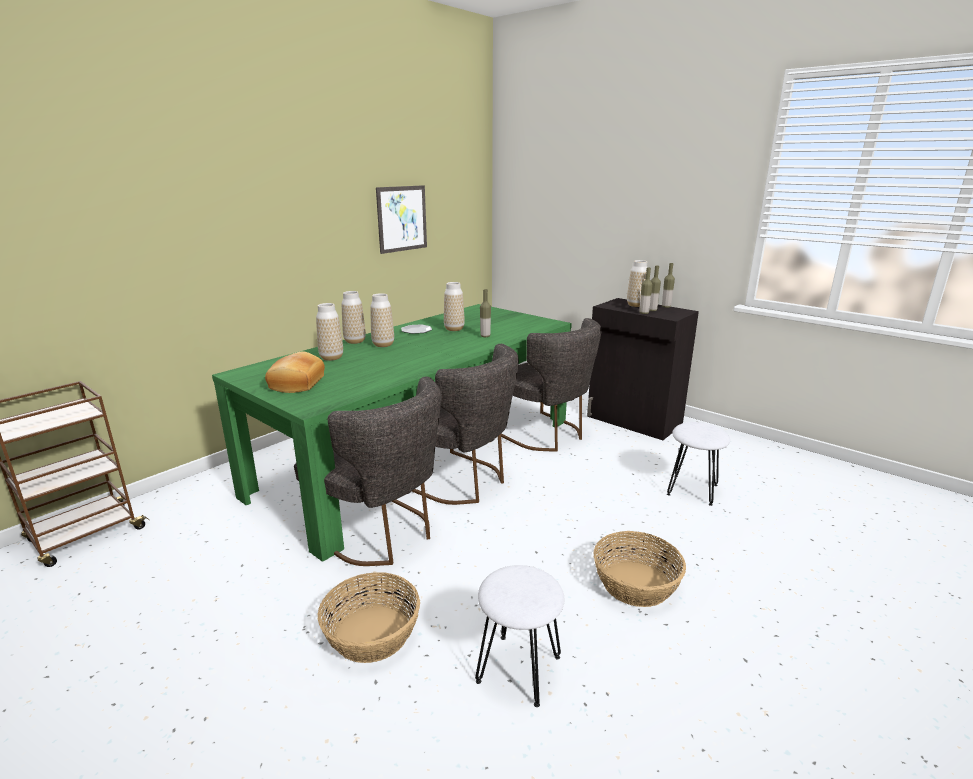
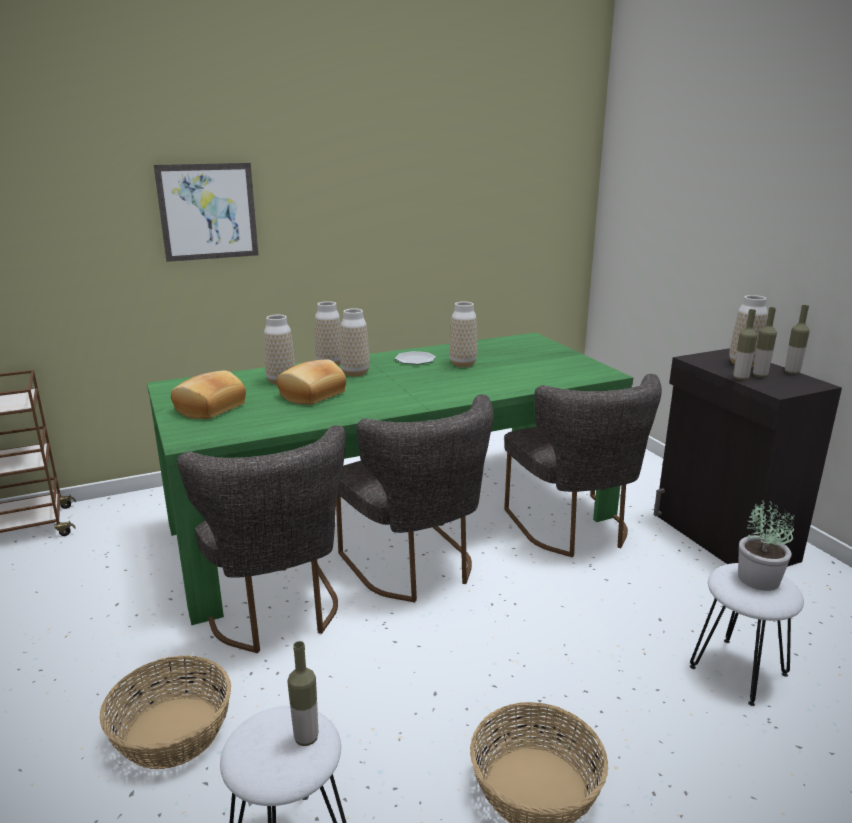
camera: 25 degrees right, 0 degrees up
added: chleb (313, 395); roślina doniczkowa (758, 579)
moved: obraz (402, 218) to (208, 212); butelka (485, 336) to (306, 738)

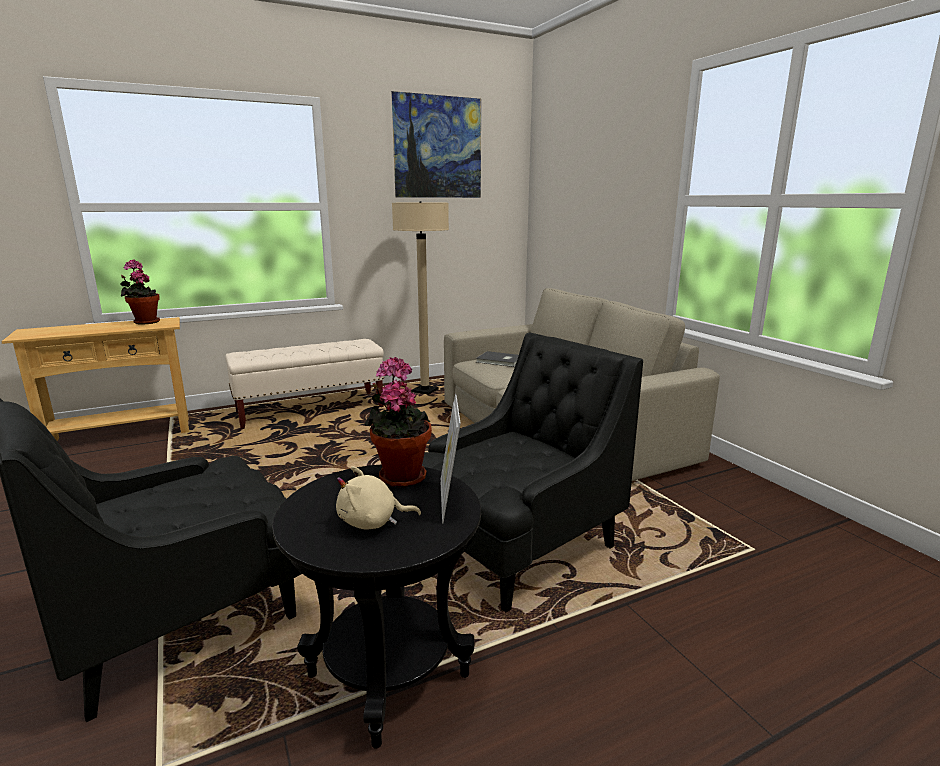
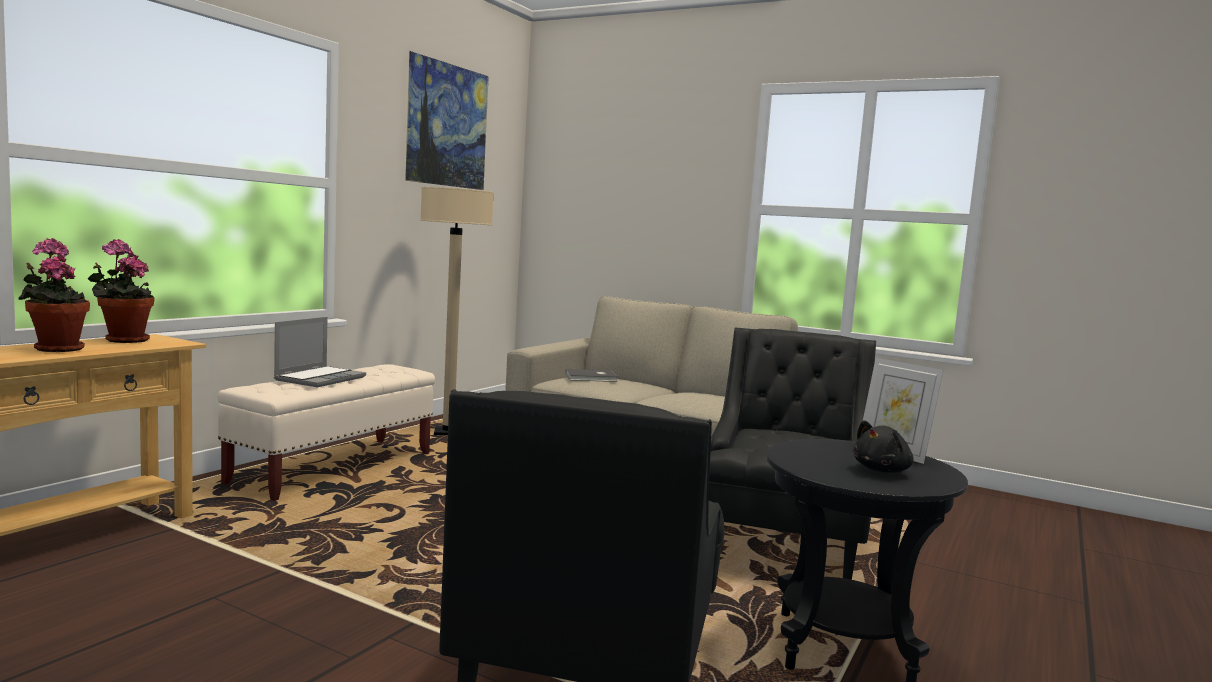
camera: 35 degrees left, 10 degrees down
added: laptop (320, 378)
moved: roślina doniczkowa (400, 476) to (56, 348)
recoloured: pluszak [beżowy] (372, 522) to pluszak [czarny] (883, 470)

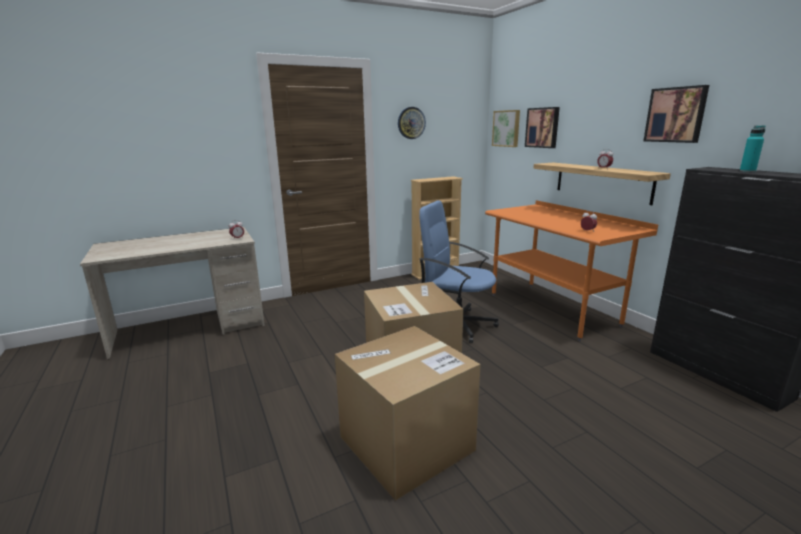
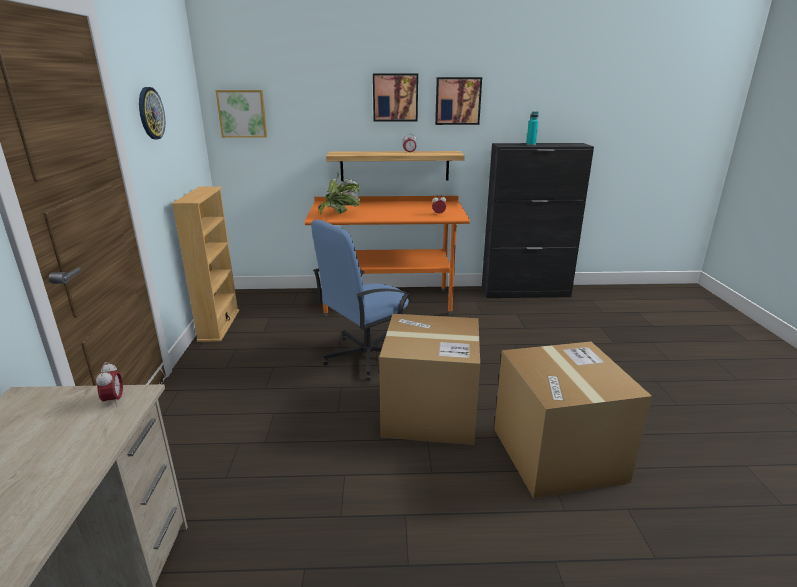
camera: 65 degrees left, 5 degrees up
added: roślina doniczkowa (340, 215)
moved: obraz (543, 127) to (395, 97)

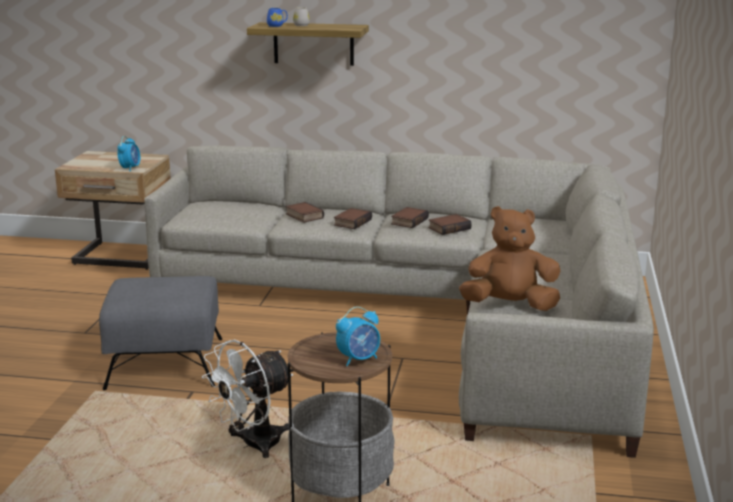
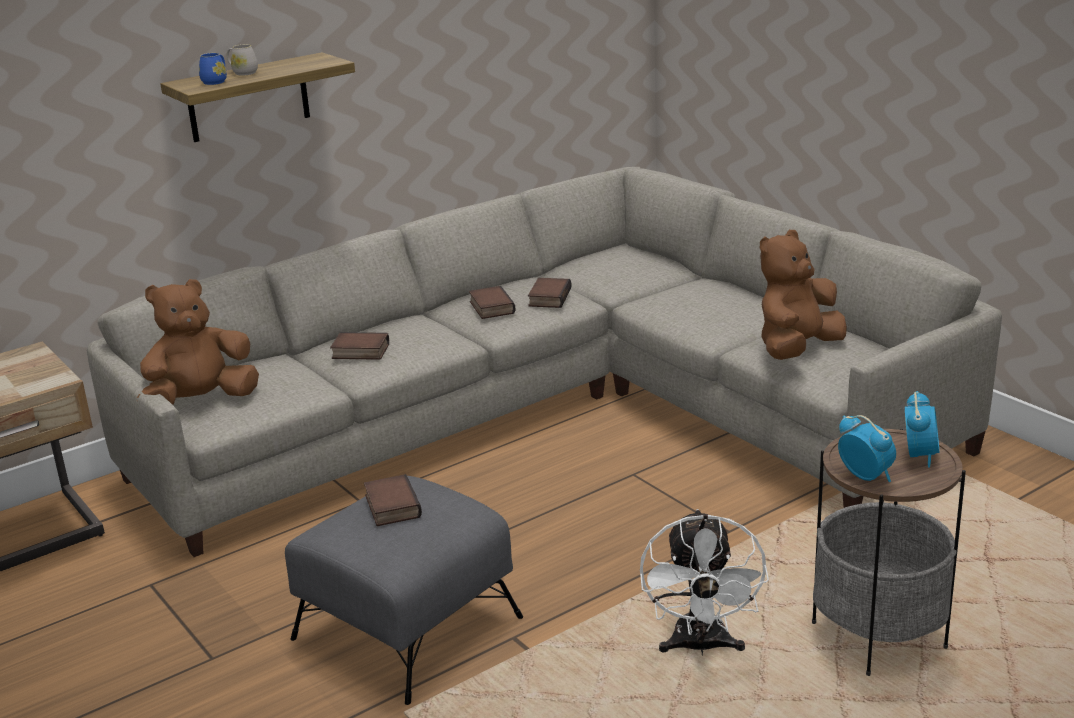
camera: 45 degrees left, 5 degrees up
added: pluszak [brązowy] (200, 402)
moved: budzik (130, 168) to (865, 476); książka (352, 222) to (390, 506)

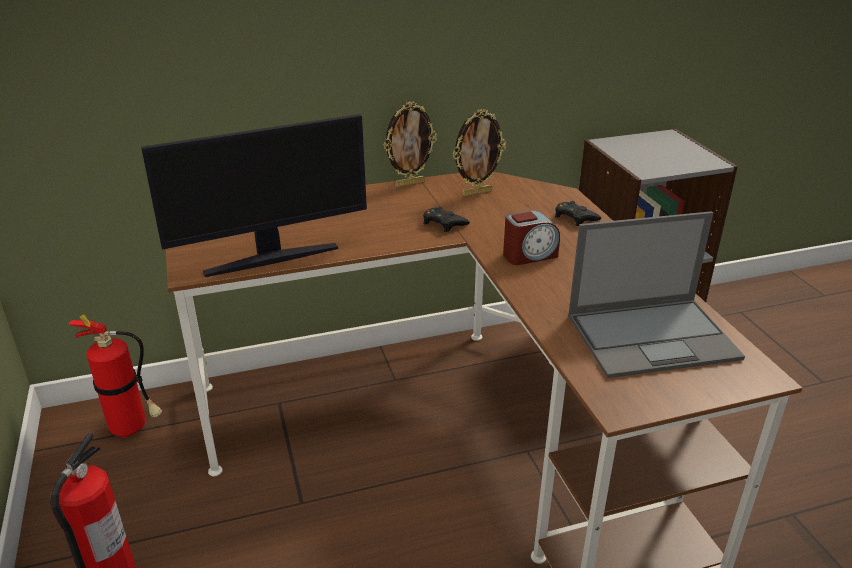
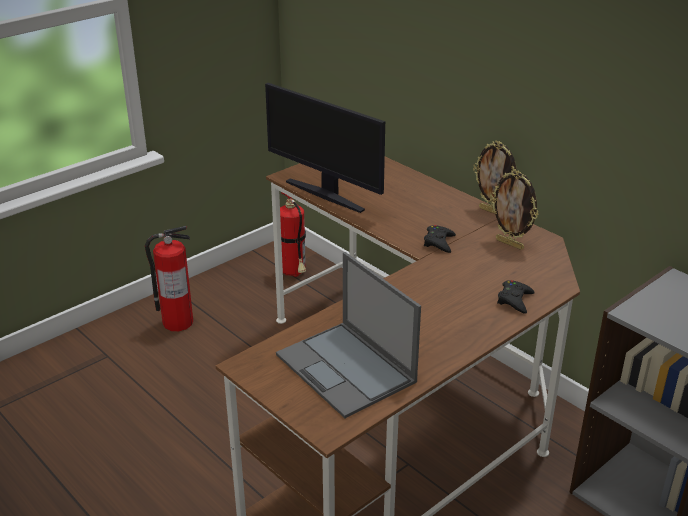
camera: 65 degrees right, 0 degrees up
removed: budzik (529, 255)

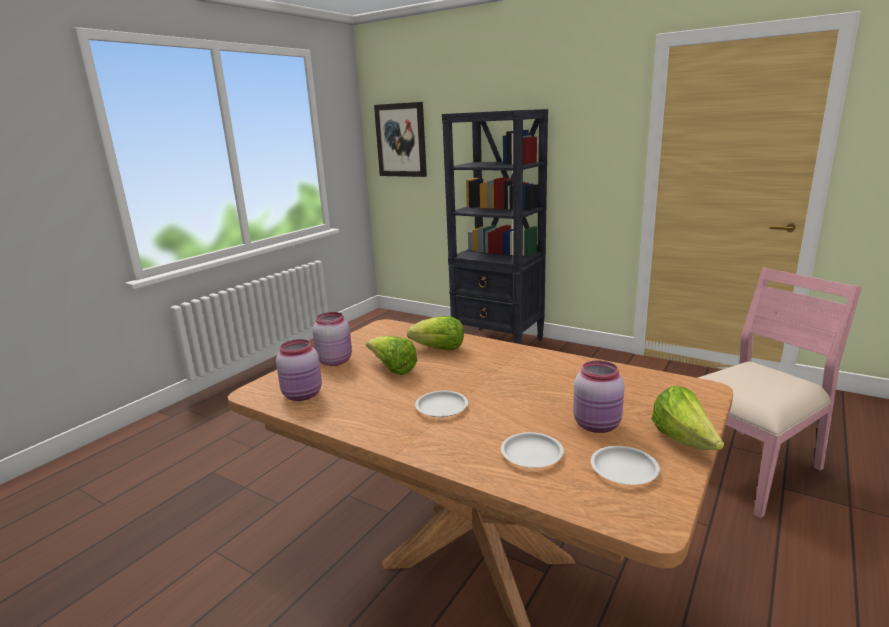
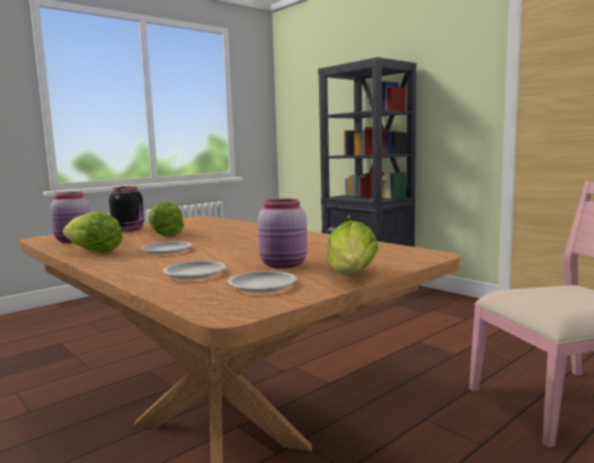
camera: 15 degrees right, 10 degrees down
removed: obraz (401, 140)
moved: sałata (439, 349) to (94, 252)
recoloured: słoik [różowy] (335, 360) to słoik [czarny] (129, 229)

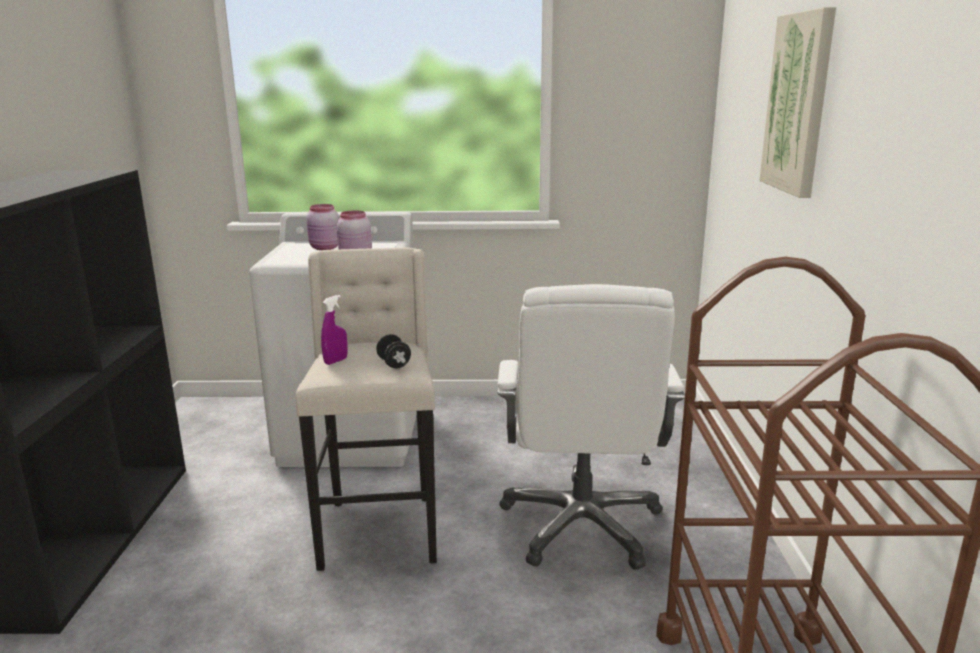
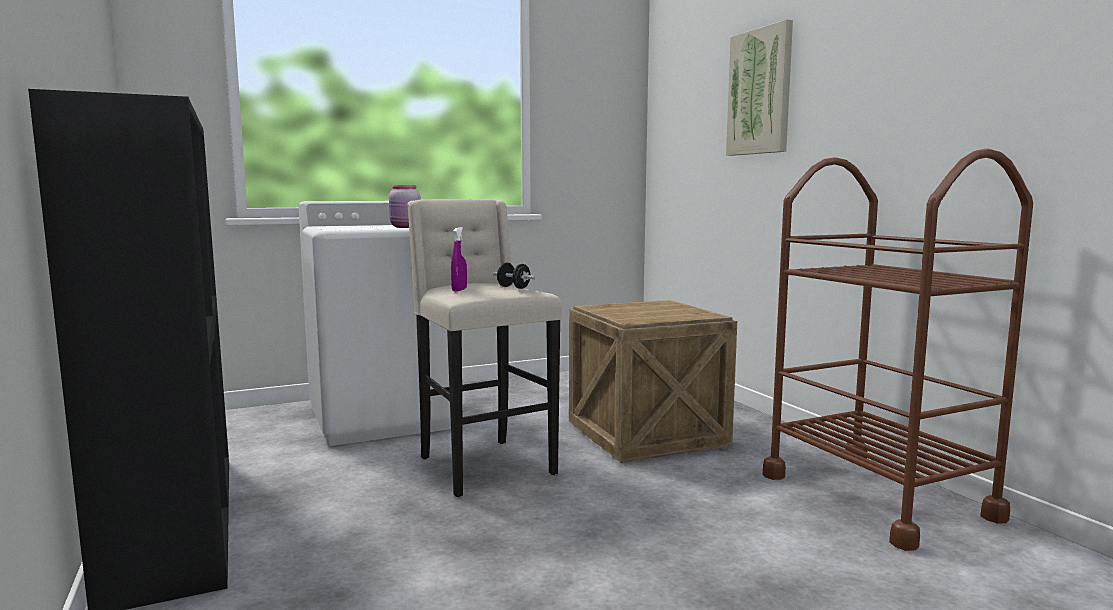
camera: 25 degrees left, 10 degrees down
removed: słoik [różowy] (324, 248)
replaced: krzesło biurowe [biały] (581, 525) to skrzynka (646, 435)

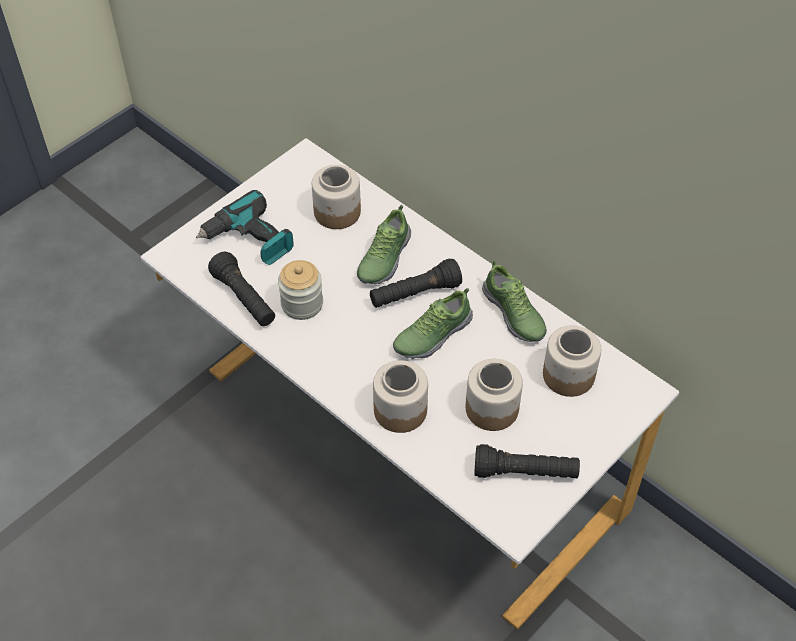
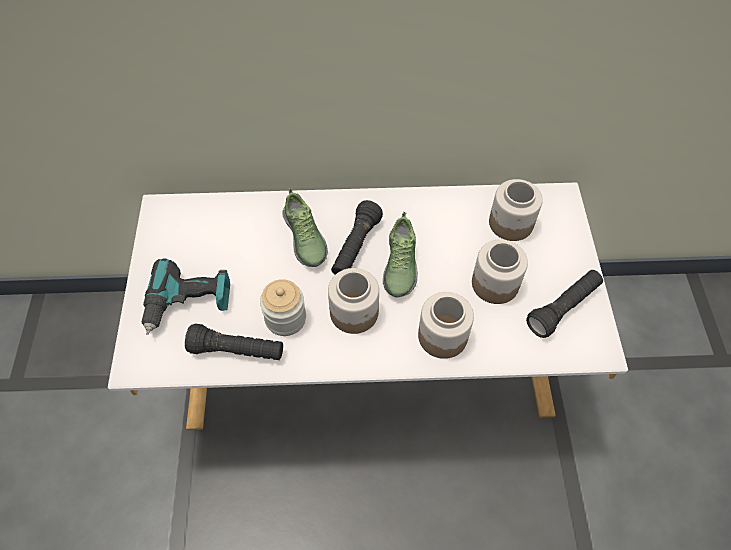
camera: 45 degrees left, 5 degrees up
removed: but (514, 314)
moved: słoik (337, 212) to (354, 313)

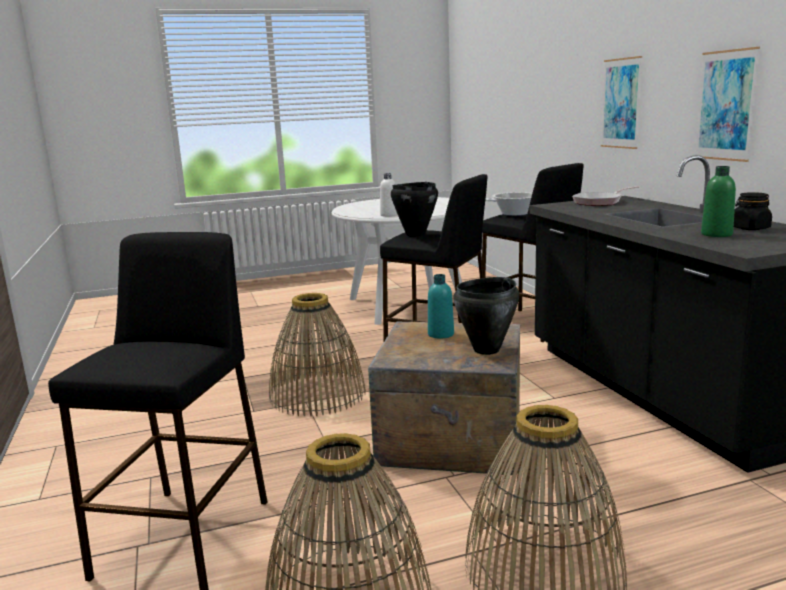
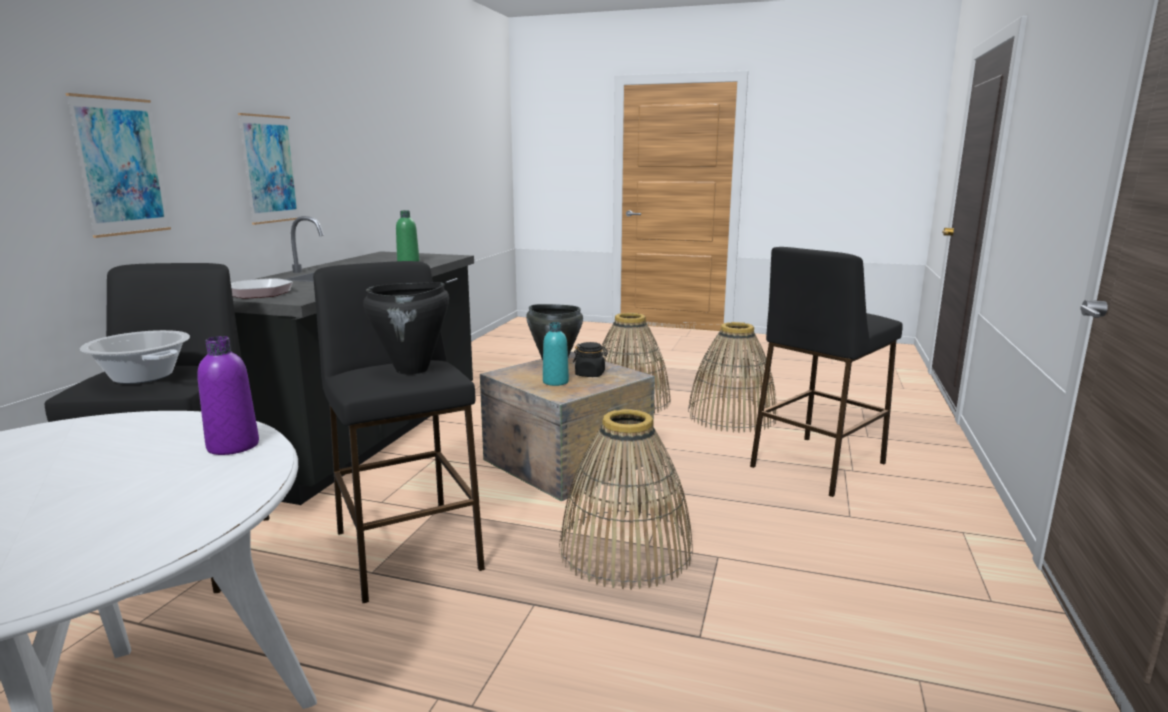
camera: 145 degrees left, 0 degrees up
moved: słoik [czarny] (750, 228) to (590, 374)
recoloured: butelka [biały] (389, 215) to butelka [fioletowy] (233, 446)

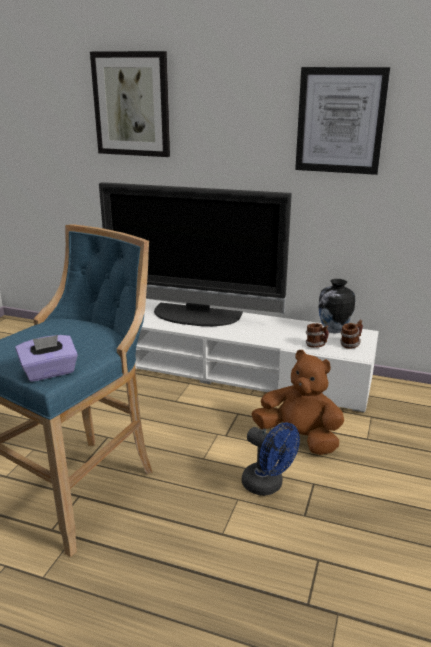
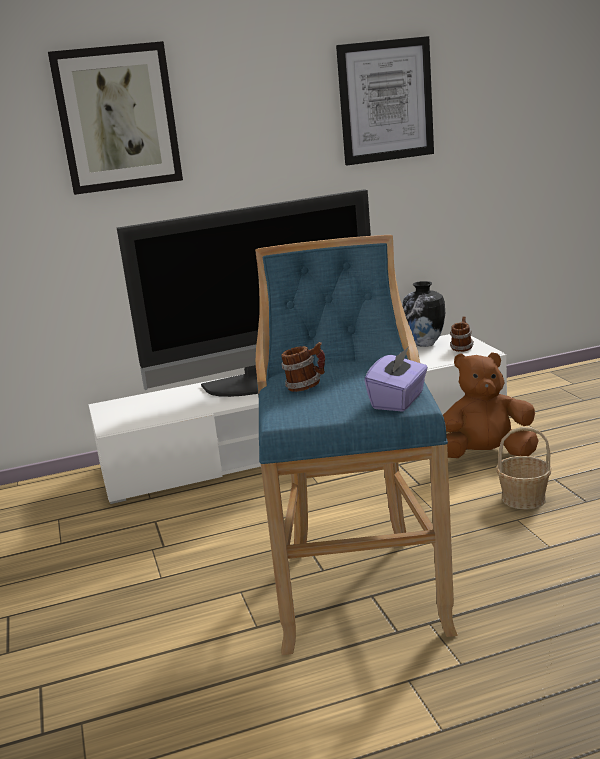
camera: 35 degrees left, 5 degrees down
moved: kubek (316, 346) to (305, 387)
replaced: wentylator [niebieski] (268, 486) to koszyk (523, 498)

